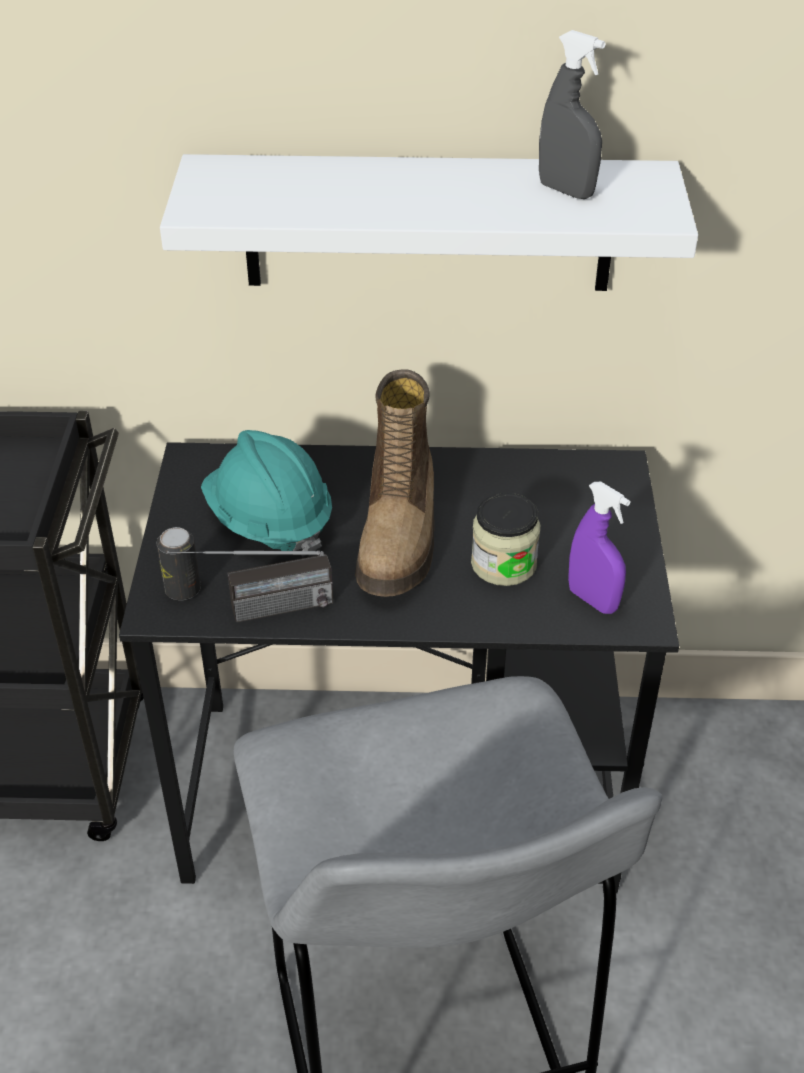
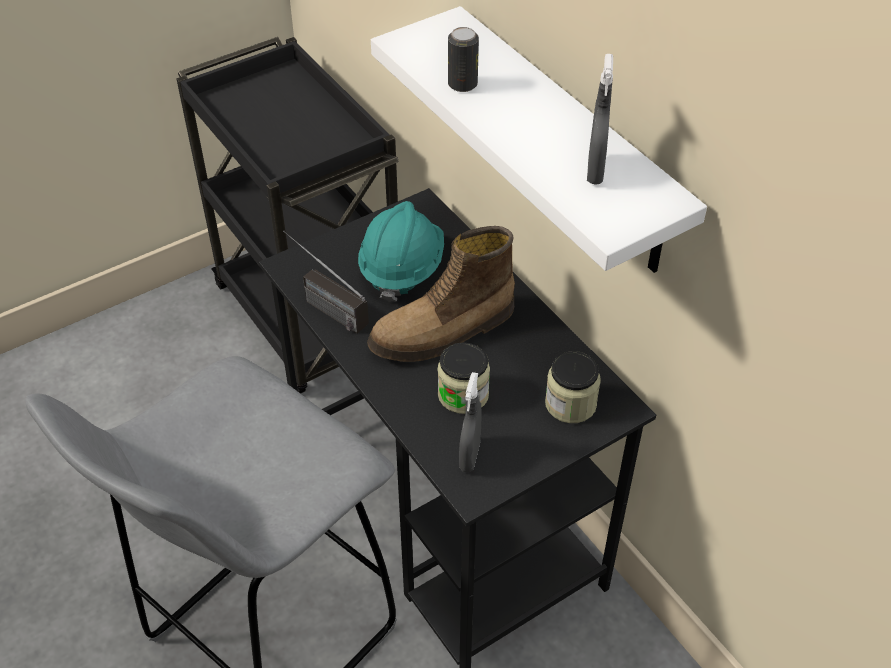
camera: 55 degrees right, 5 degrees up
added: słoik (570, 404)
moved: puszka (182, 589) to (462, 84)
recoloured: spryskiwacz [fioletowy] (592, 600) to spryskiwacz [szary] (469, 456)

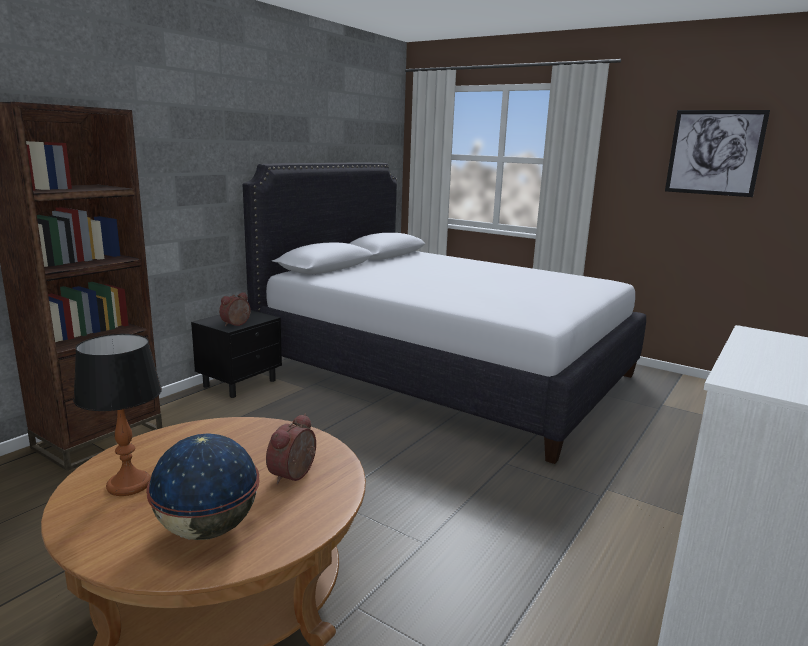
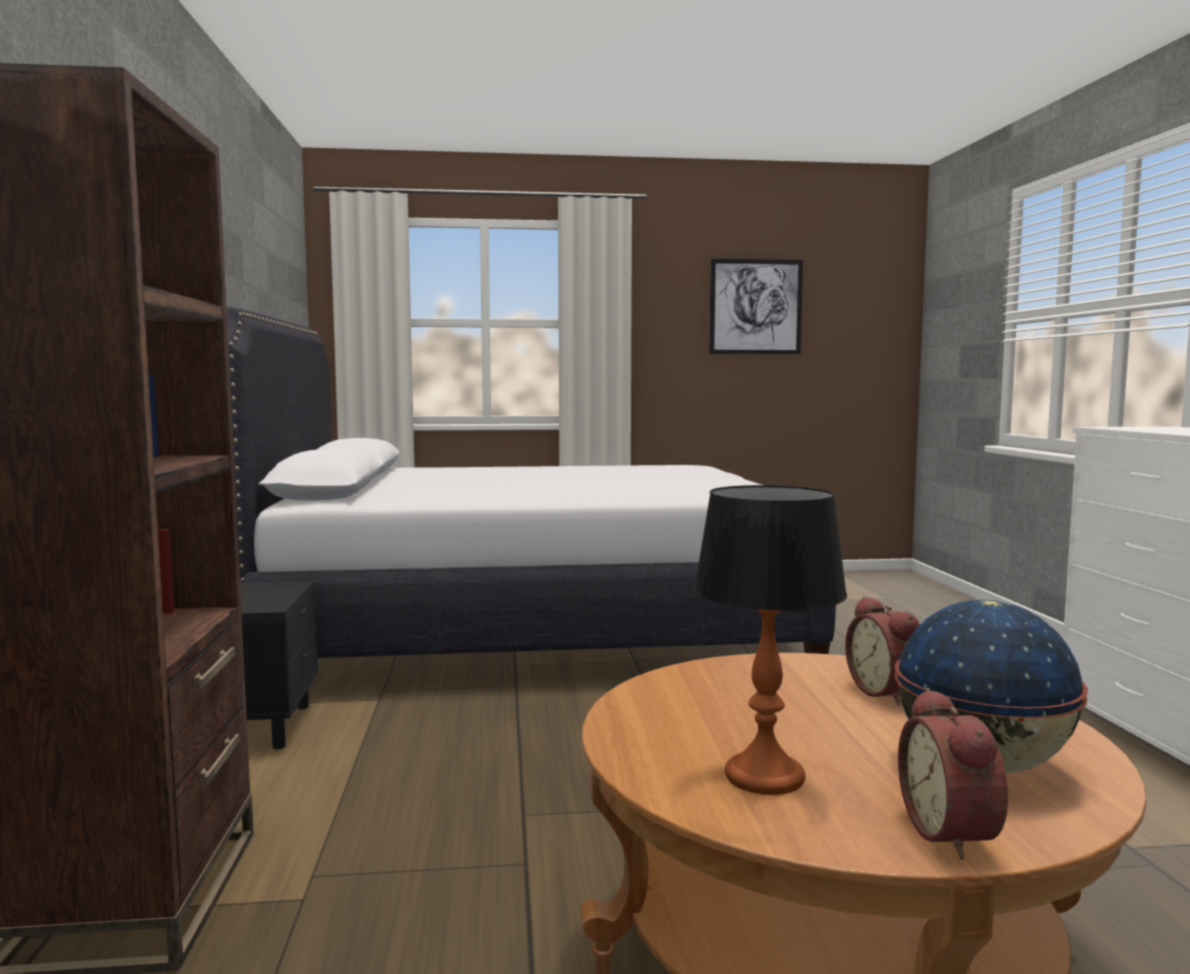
camera: 40 degrees left, 10 degrees down
moved: budzik (236, 324) to (954, 833)

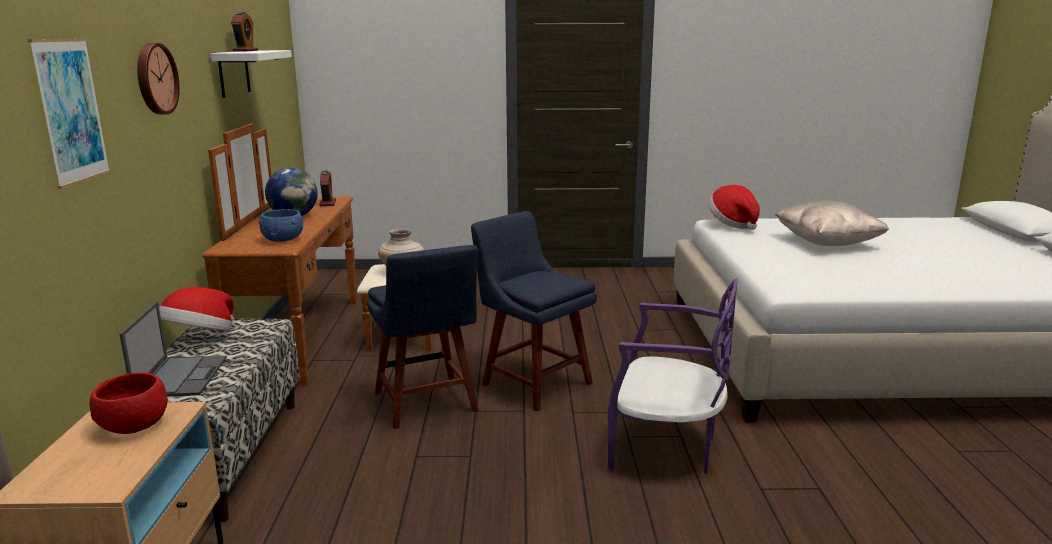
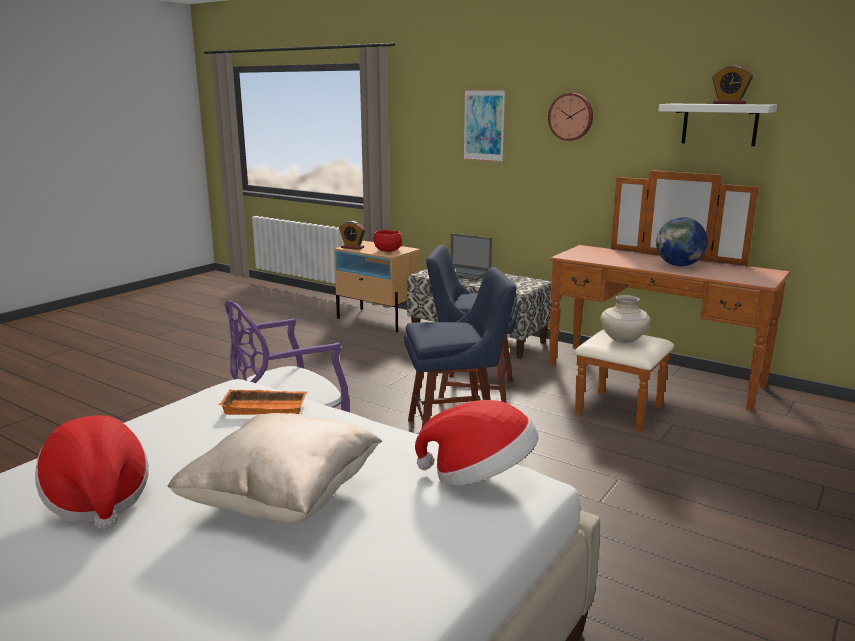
camera: 125 degrees right, 0 degrees up
removed: miska [niebieski] (283, 239)
added: taca [pomarańczowy] (266, 407)
moved: budzik (327, 203) to (352, 247); kapelusz (200, 337) to (98, 499)

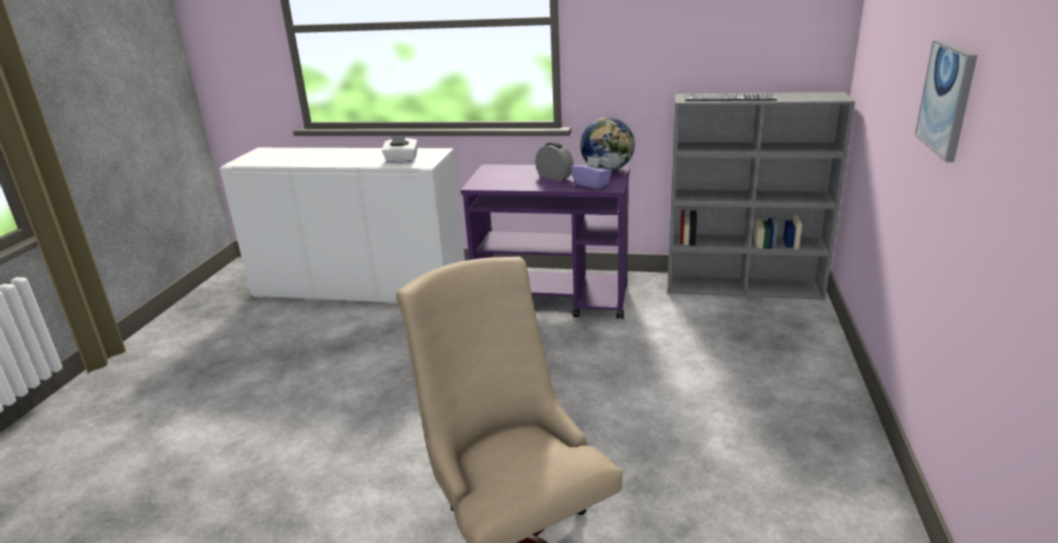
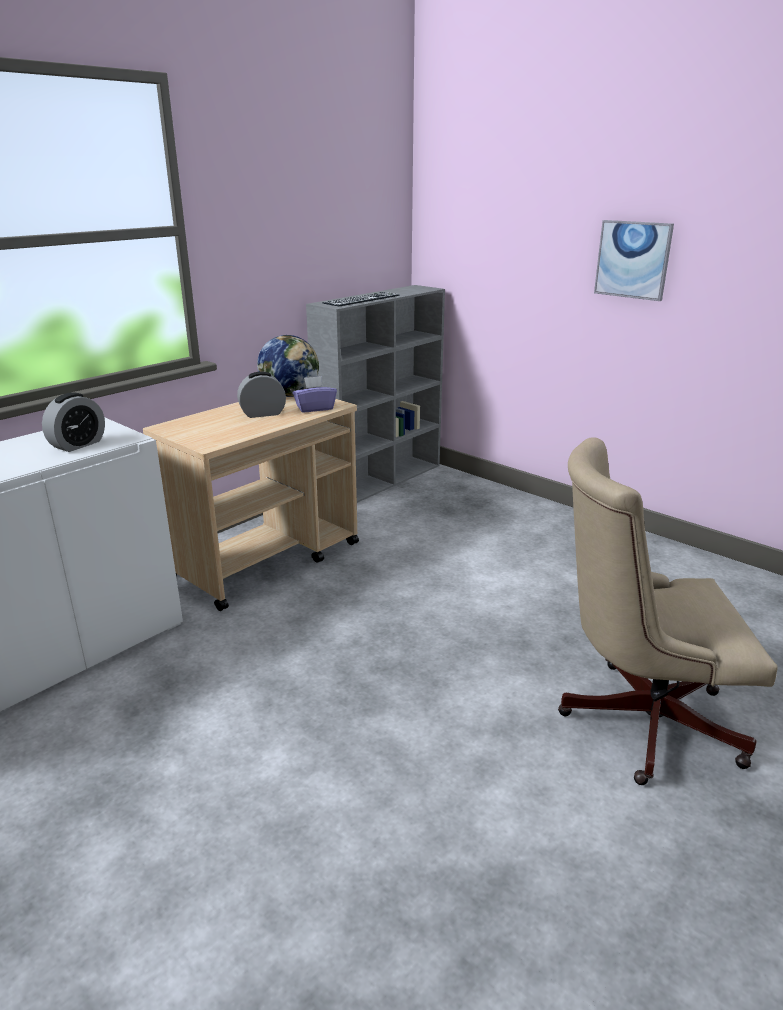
camera: 60 degrees left, 0 degrees up
replaced: pudełko chusteczek [biały] (401, 160) to budzik (78, 444)
recoloured: wózek [fioletowy] (554, 298) to wózek [beżowy] (267, 559)

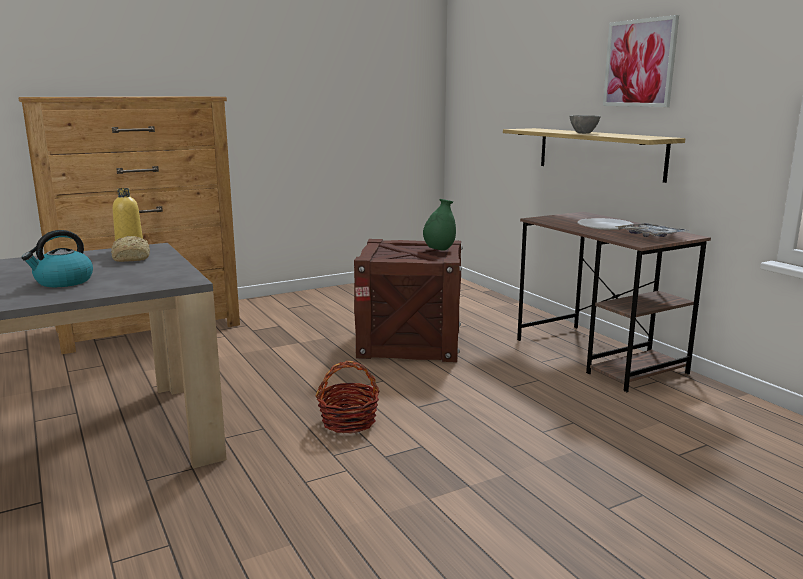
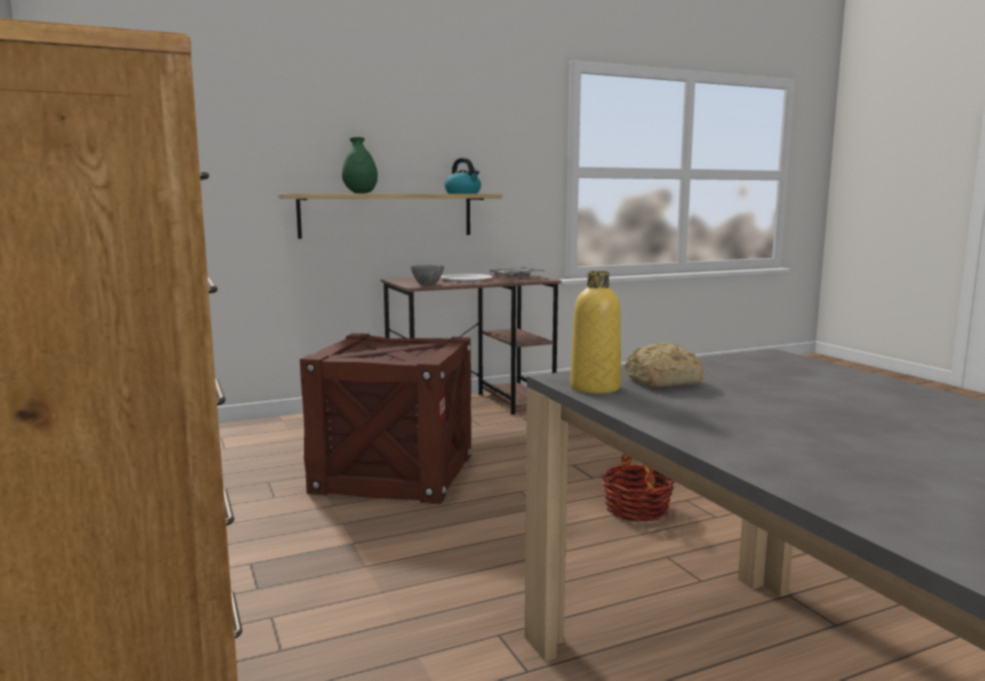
camera: 85 degrees left, 5 degrees down
removed: obraz (639, 63)
moved: miska [szary] (584, 133) to (428, 285); wazon [zielony] (439, 249) to (360, 193); czajnik (63, 282) to (463, 193)

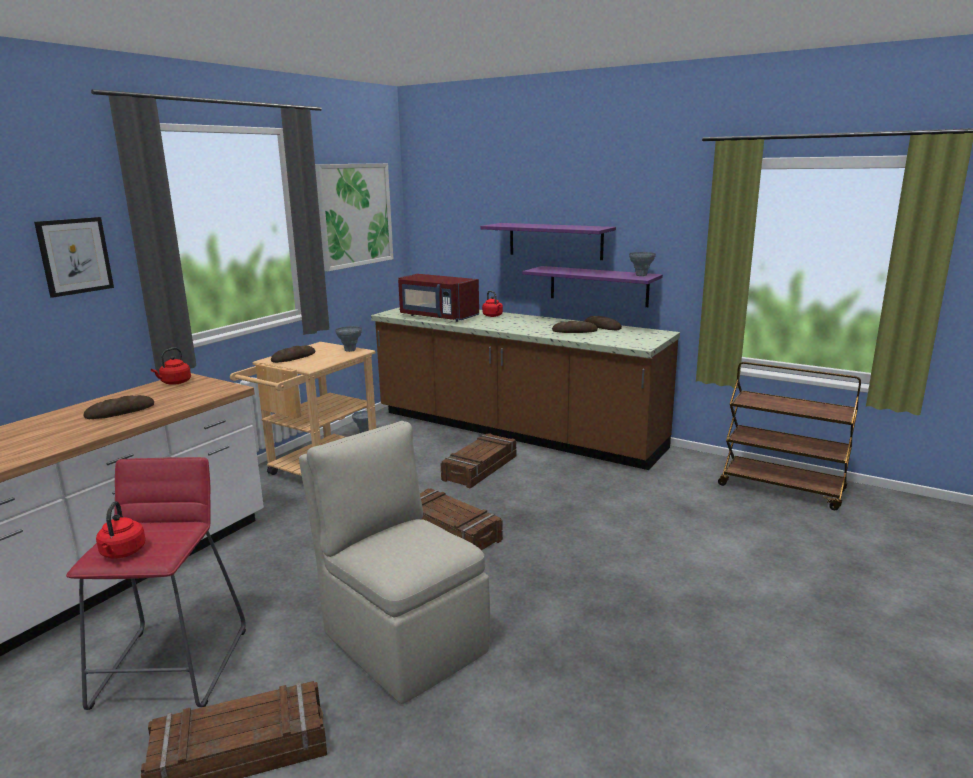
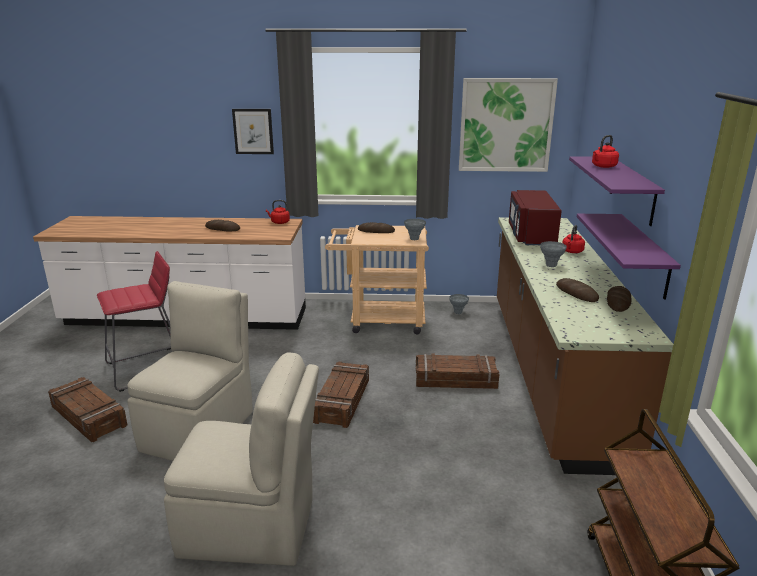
camera: 60 degrees right, 5 degrees up
added: krzesło [beżowy] (251, 528)
moved: wazon [szary] (641, 275) to (551, 265); czajnik [czerwony] (122, 553) to (603, 166)

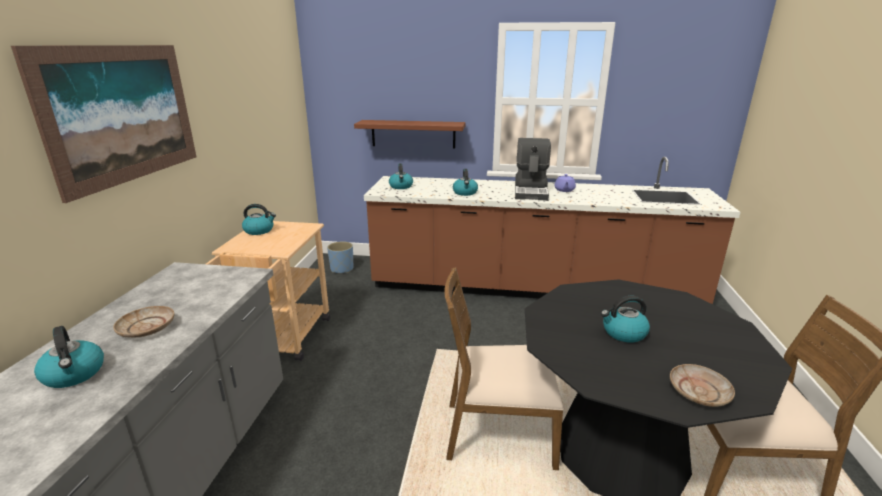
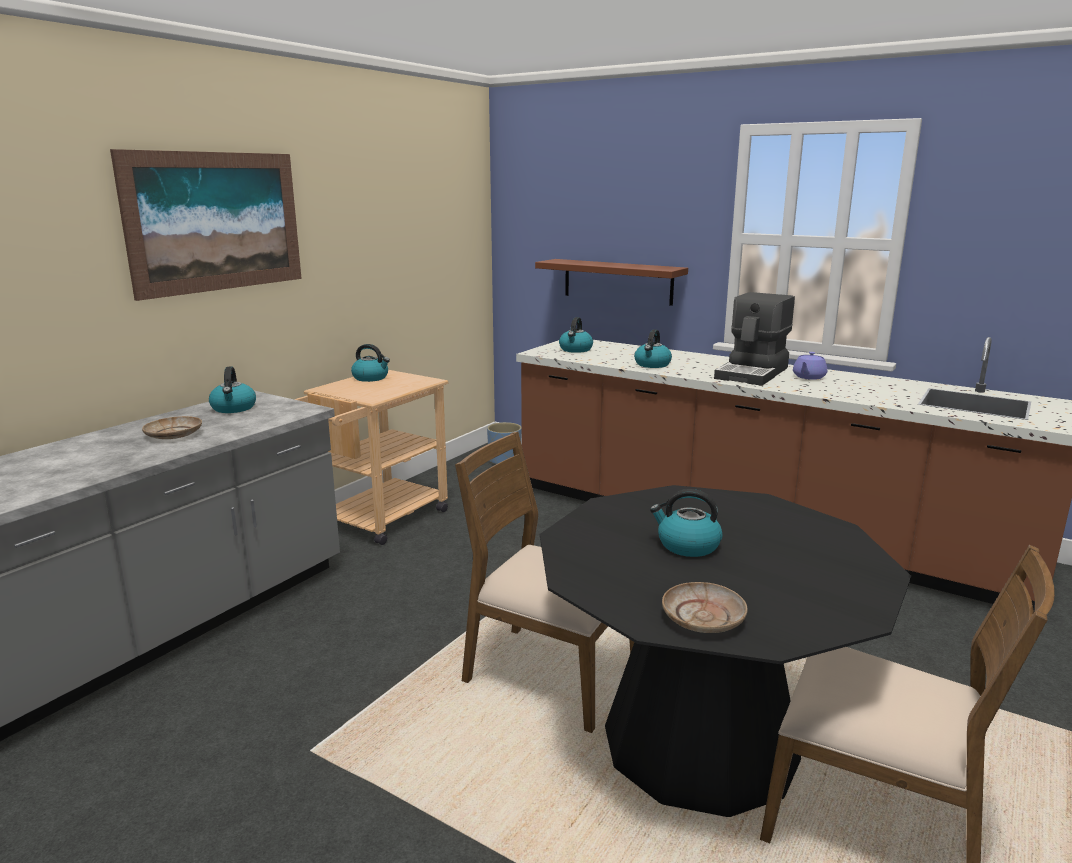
camera: 25 degrees right, 5 degrees down
moved: czajnik (74, 374) to (234, 408)

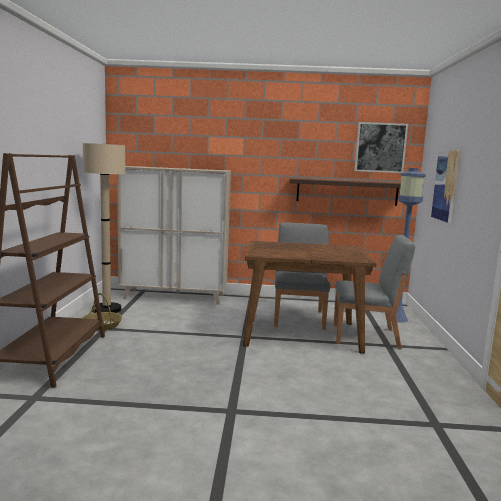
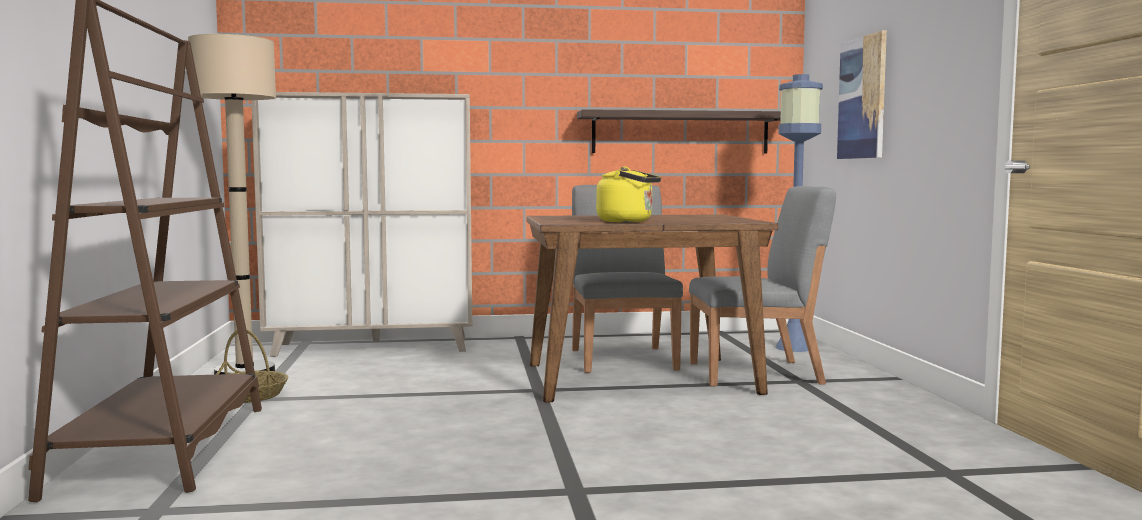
camera: 10 degrees left, 5 degrees down
removed: obraz (380, 147)
added: czajnik [żółty] (628, 221)

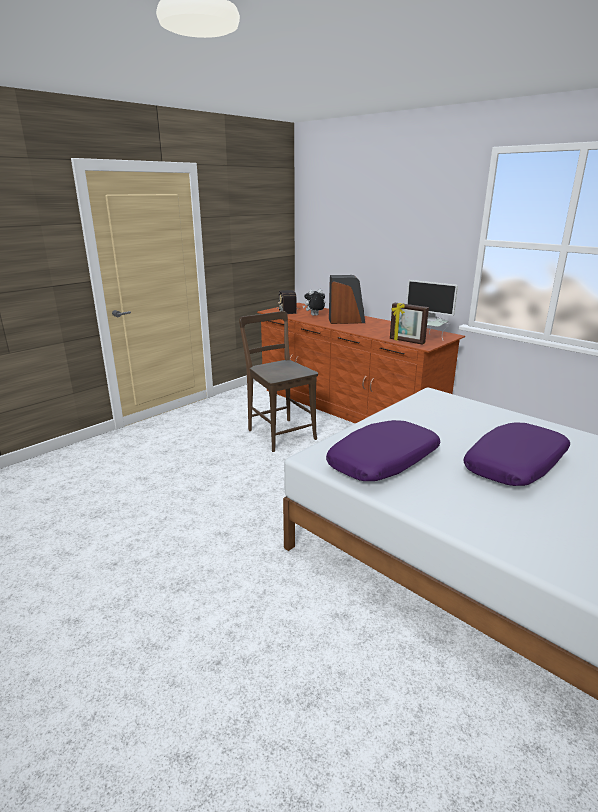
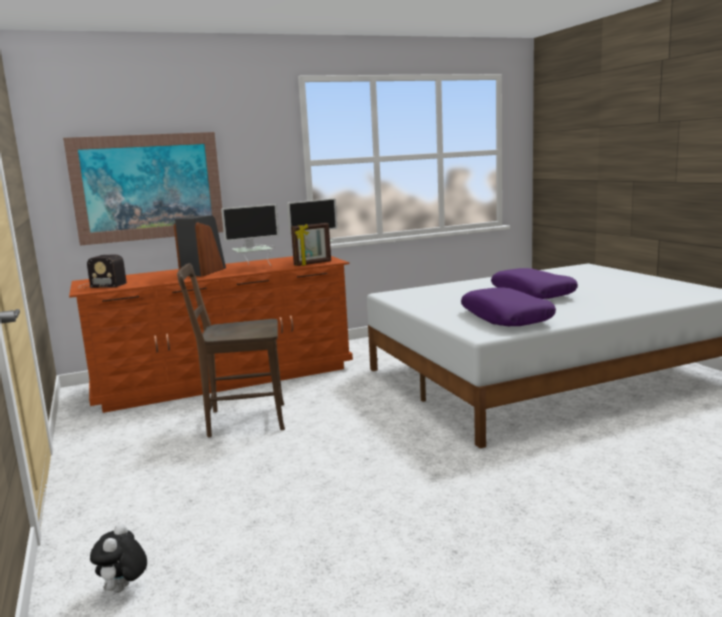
camera: 65 degrees left, 10 degrees down
added: obraz (148, 187); monitor (254, 268)
moved: pluszak (314, 315) to (123, 589)

